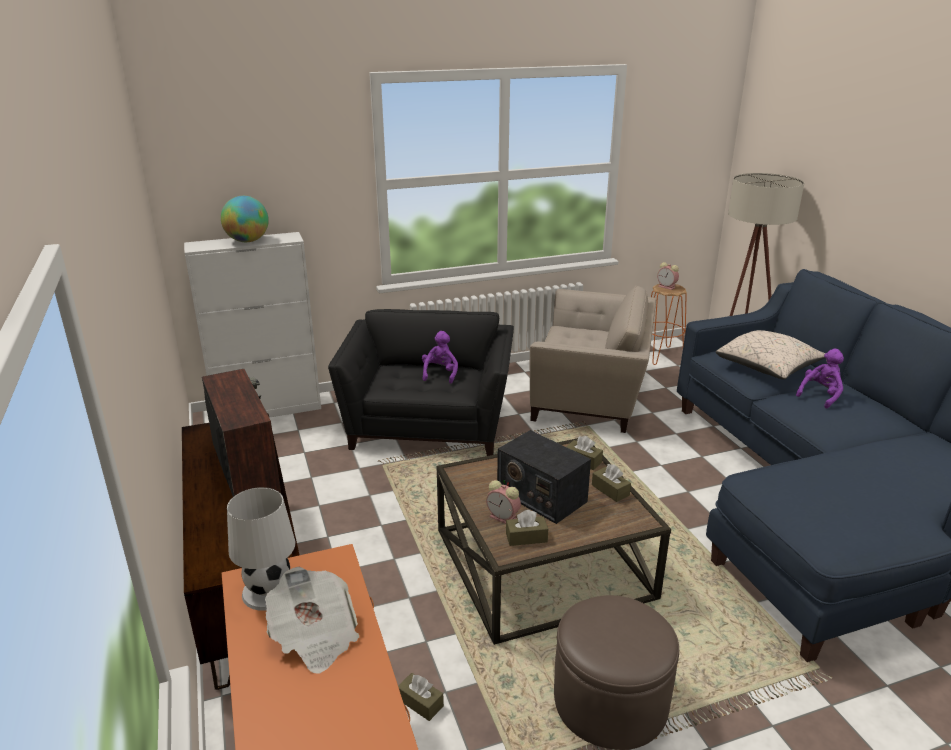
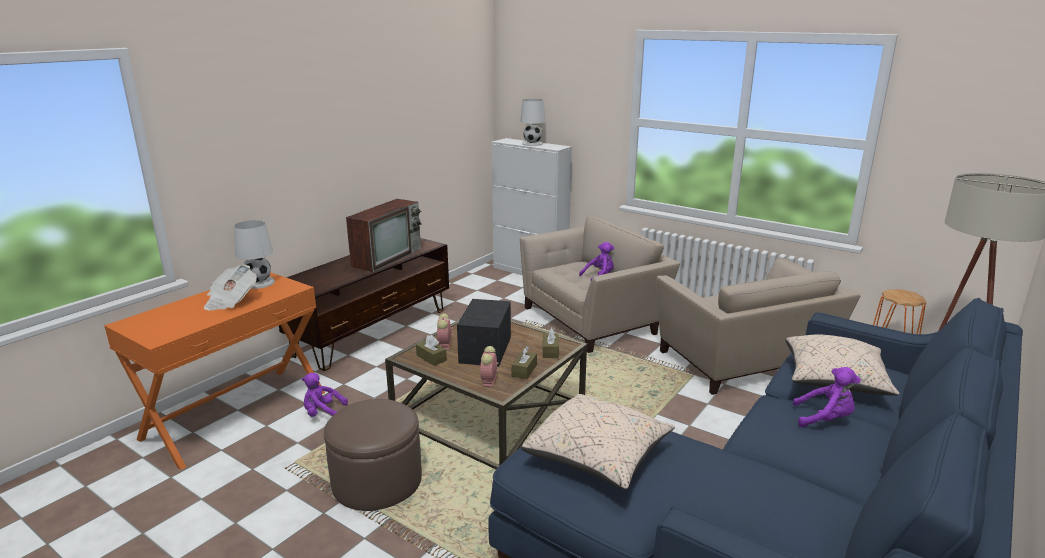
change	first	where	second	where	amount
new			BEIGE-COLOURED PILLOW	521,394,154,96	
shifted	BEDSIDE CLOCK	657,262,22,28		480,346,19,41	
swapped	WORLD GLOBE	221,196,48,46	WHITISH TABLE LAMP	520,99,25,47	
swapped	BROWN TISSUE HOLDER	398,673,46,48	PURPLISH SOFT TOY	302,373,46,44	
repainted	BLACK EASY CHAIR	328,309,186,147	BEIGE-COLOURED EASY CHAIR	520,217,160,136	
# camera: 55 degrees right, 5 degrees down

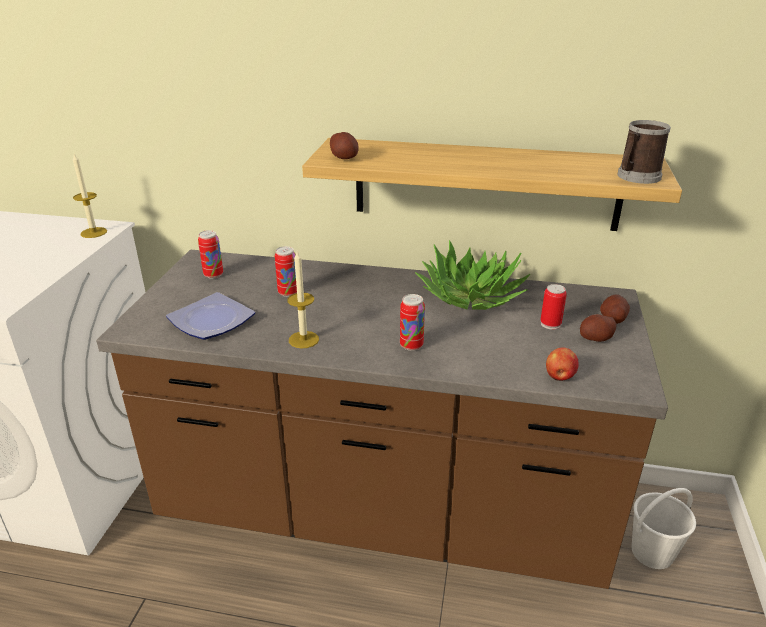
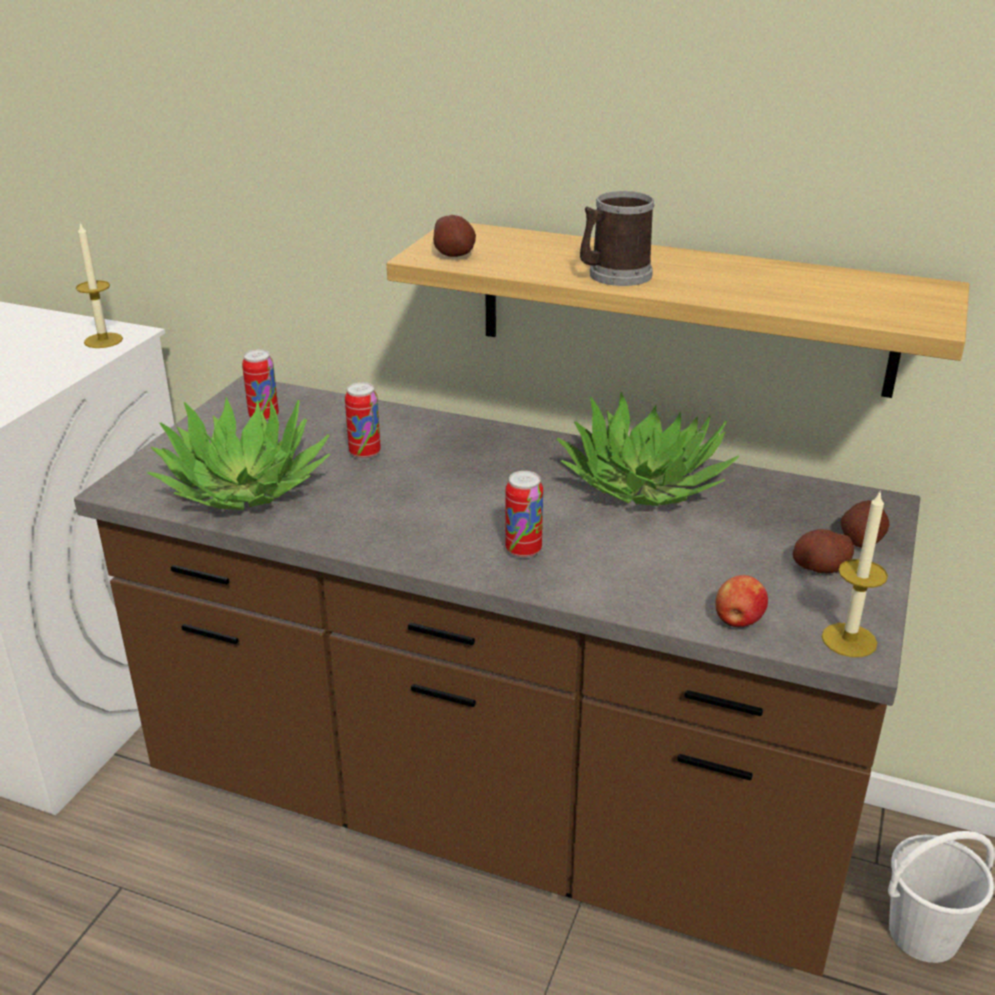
change	first	where	second	where	amount
gone	METAL CAN	540,284,27,46			
shifted	CANDLE	287,251,32,98		822,490,66,167	
shifted	TEA MUG	618,120,53,64		580,191,74,95	
swapped	DINNER PLATE	166,292,89,48	PLANT IN A POT	147,397,183,113	
# camera: 10 degrees right, 0 degrees up

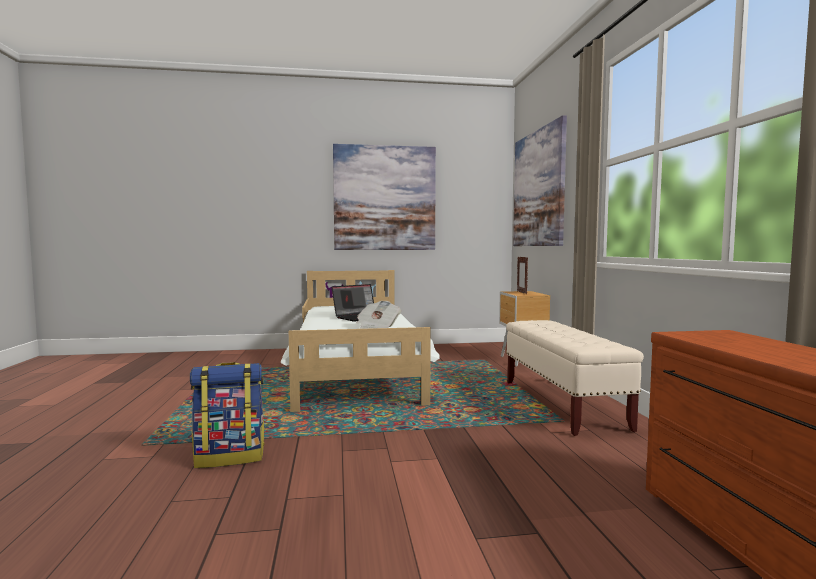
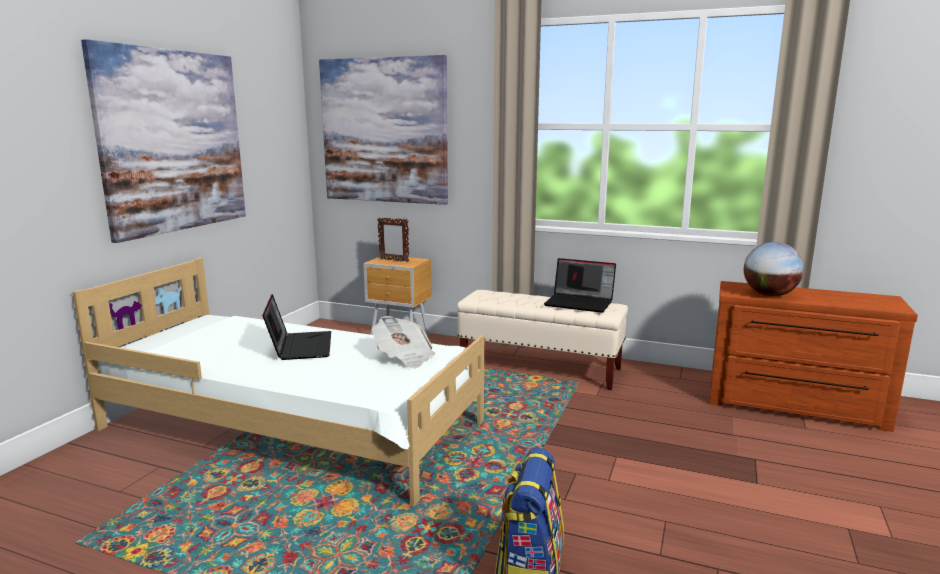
change	first	where	second	where	amount
new			NOTEBOOK COMPUTER	544,258,72,55	
new			WORLD GLOBE	744,242,60,54	
# camera: 60 degrees left, 10 degrees up

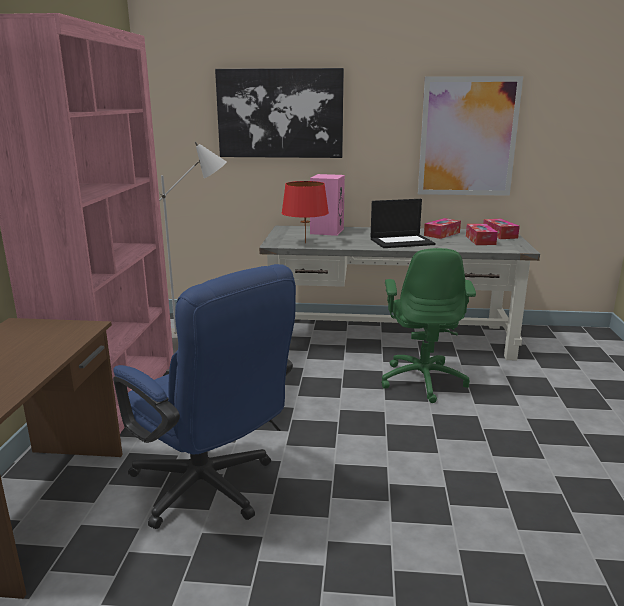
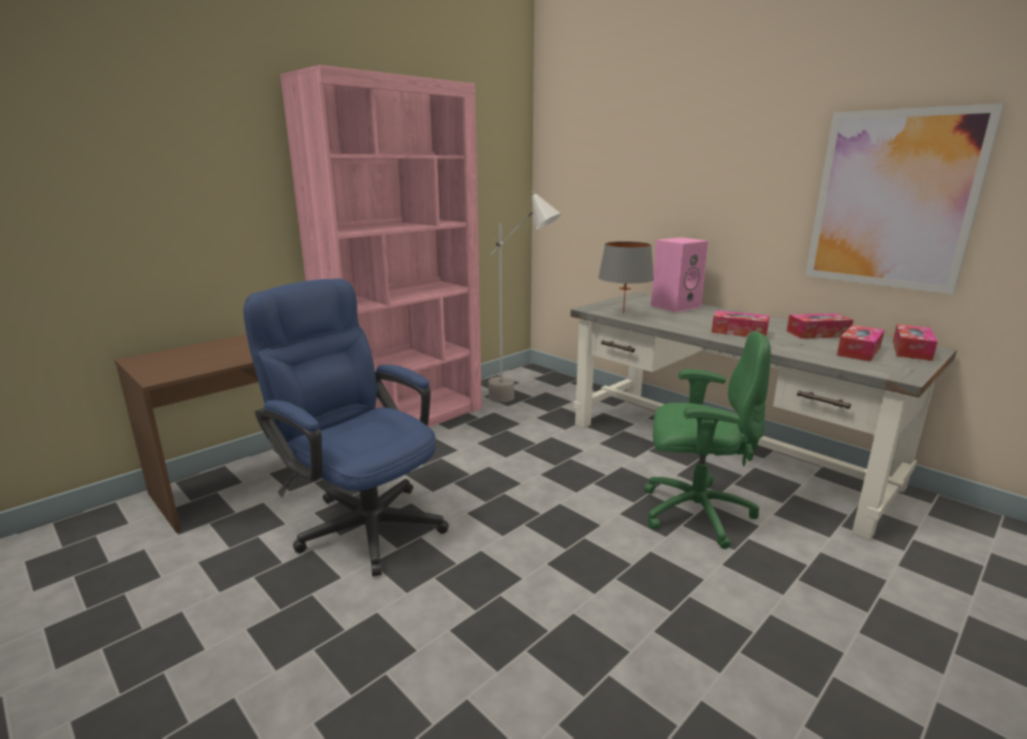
change	first	where	second	where	amount
gone	WALL PICTURE	215,68,129,90			
swapped	NOTEBOOK COMPUTER	371,199,64,49	TISSUE HOLDER	711,310,59,27	
repainted	REDDISH TABLE LAMP	282,181,47,62	GRAY TABLE LAMP	598,241,56,73	
rotated	BLUE-COLOURED COMPUTER CHAIR	113,264,183,265		243,278,206,298	135 degrees clockwise
rotated	GREEN COMPUTER CHAIR	381,248,95,155		644,331,127,218	120 degrees counterclockwise
# camera: 40 degrees right, 0 degrees up

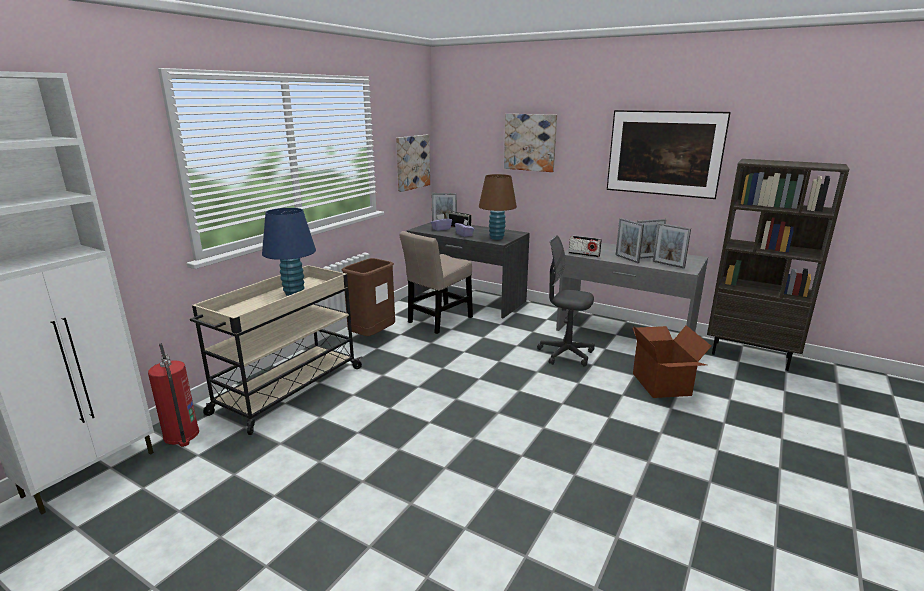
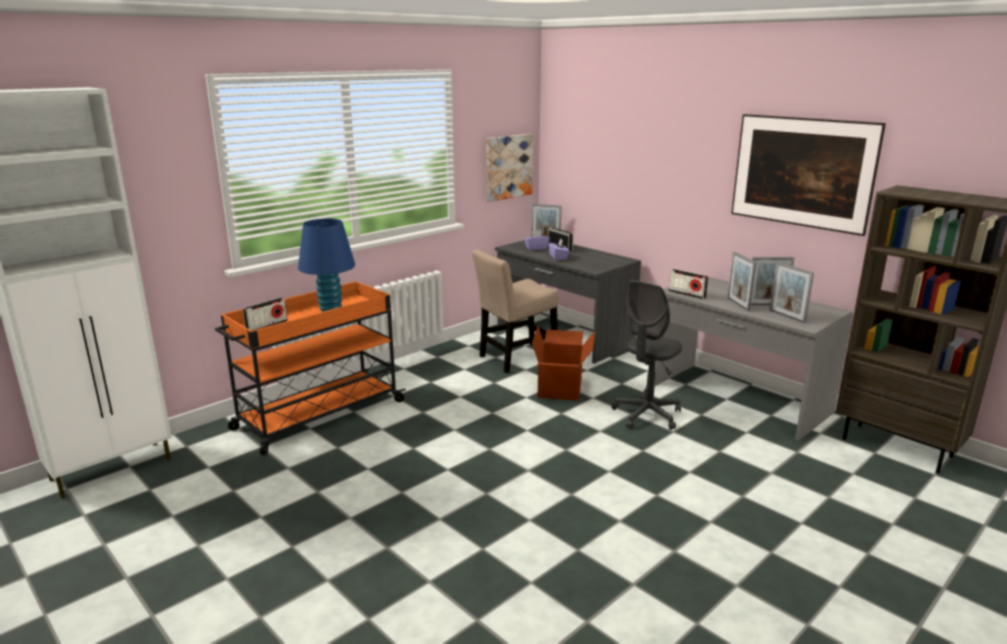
change	first	where	second	where	amount
gone	FIRE-FIGHTING CYLINDER	148,343,51,104			
gone	BROWN TRASH CAN	341,258,54,78			
gone	BROWN TABLE LAMP	479,174,38,66			
gone	WALL PICTURE	504,114,53,58			
new			RADIO RECEIVER	243,298,44,33	
shifted	CARDBOARD BOX	633,325,79,73		532,326,63,75	
repainted	BEIGE-COLOURED CART	190,265,173,170	ORANGE CART	215,281,191,174	
rotated	GRAY COMPUTER CHAIR	537,235,58,132		612,280,70,150	90 degrees counterclockwise
# camera: 15 degrees right, 0 degrees up

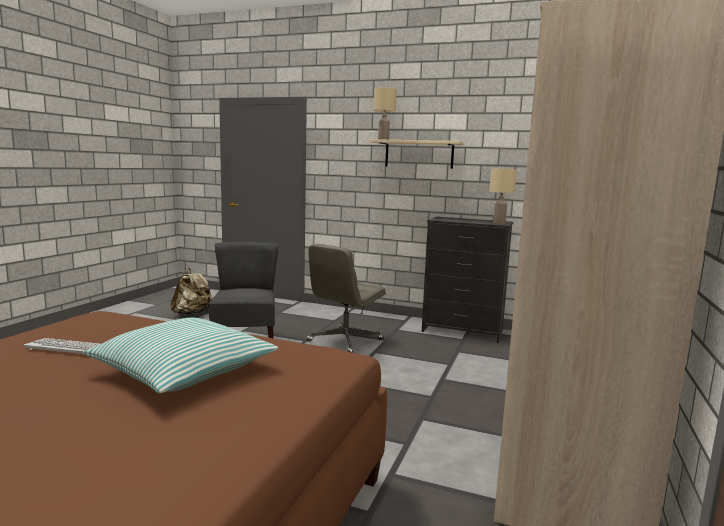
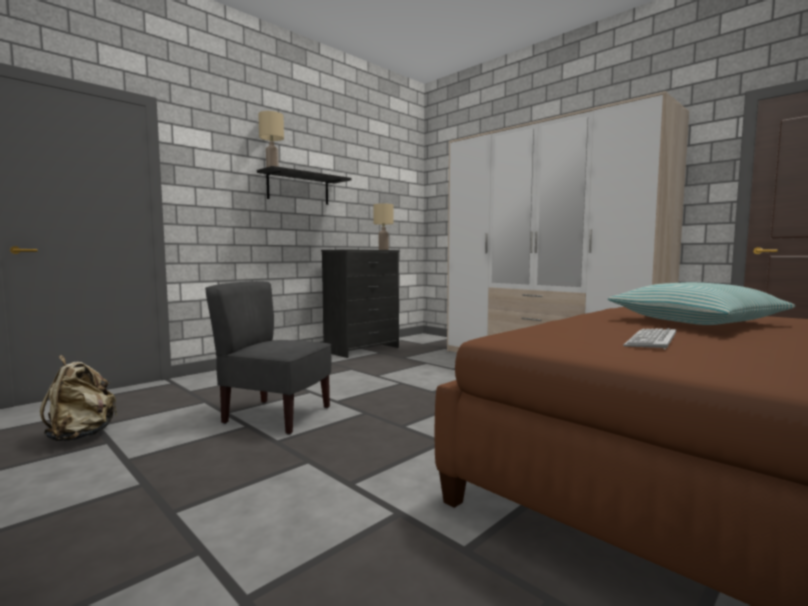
change	first	where	second	where	amount
gone	GRAY COMPUTER CHAIR	307,244,79,109			
repainted	BEIGE-COLOURED WALL SHELF	368,139,96,30	BLACK WALL SHELF	257,166,94,39	
# camera: 65 degrees left, 5 degrees down

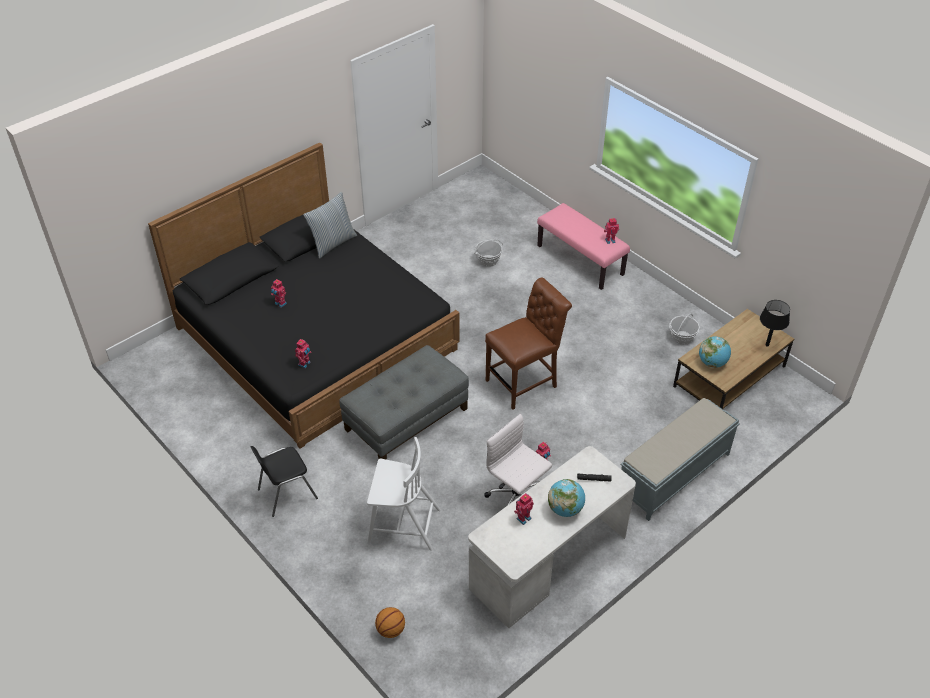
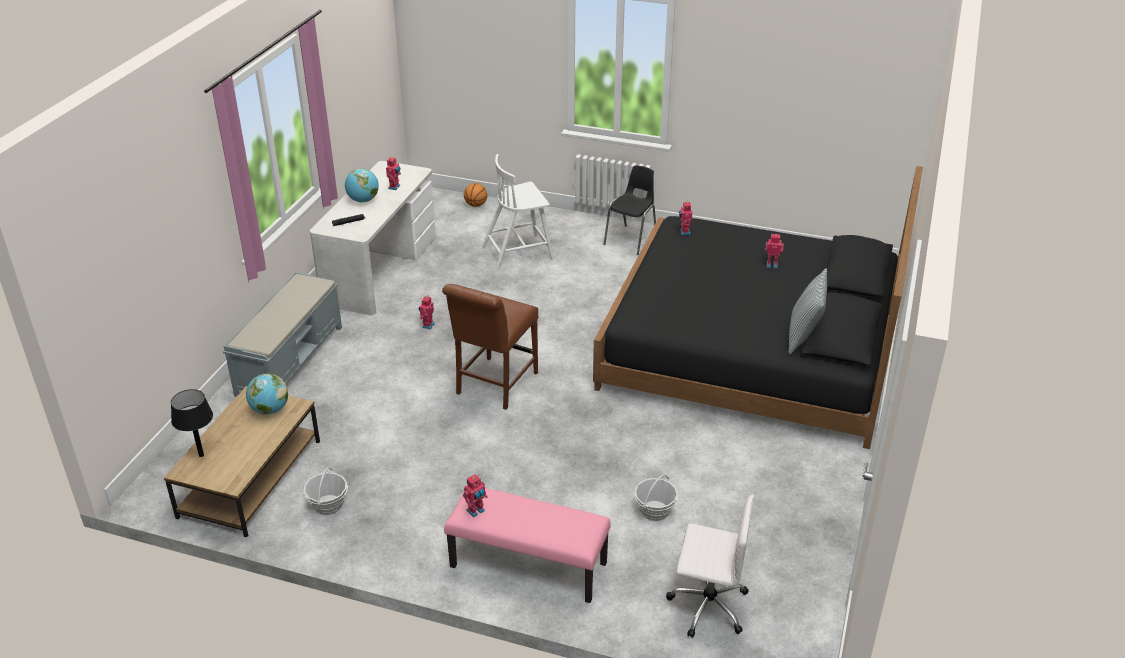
change	first	where	second	where	amount
gone	GRAY OTTOMAN	340,345,129,115			
shifted	WHITISH COMPUTER CHAIR	484,414,68,92		666,494,89,144	
# camera: 150 degrees right, 10 degrees down

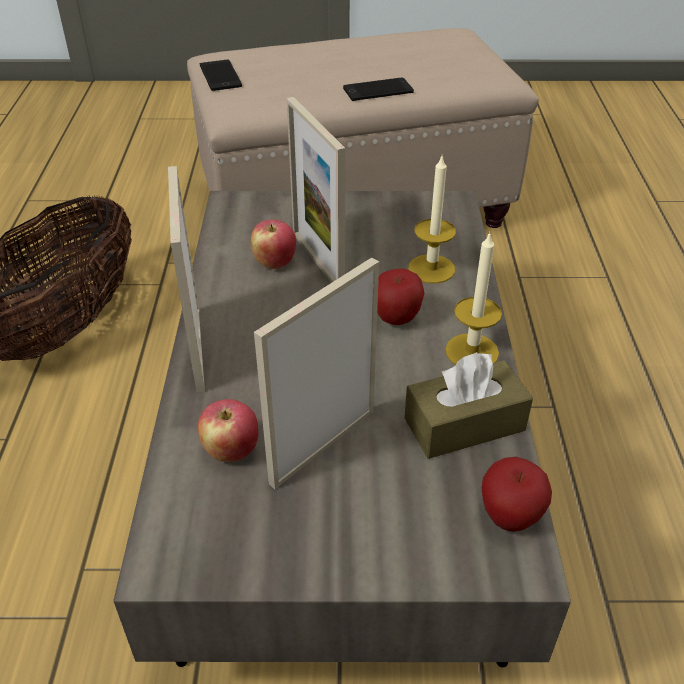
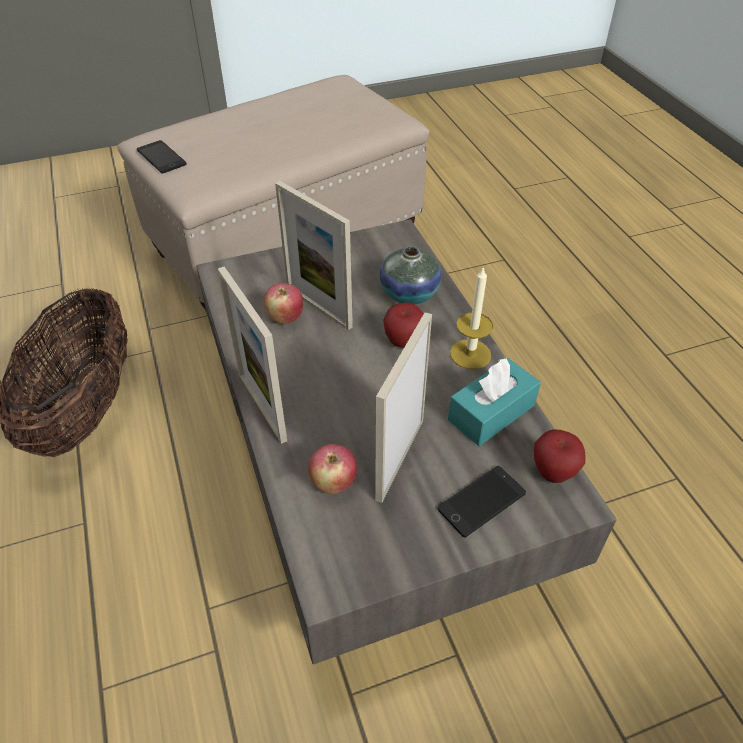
change	first	where	second	where	amount
shifted	HANDSET	343,78,71,23		438,466,88,72	
swapped	CANDLE	408,156,48,128	VASE	380,247,62,58	
repainted	BROWN TISSUE HOLDER	404,352,129,107	BLUE-GREEN TISSUE HOLDER	448,357,93,89	
# camera: 20 degrees left, 5 degrees up

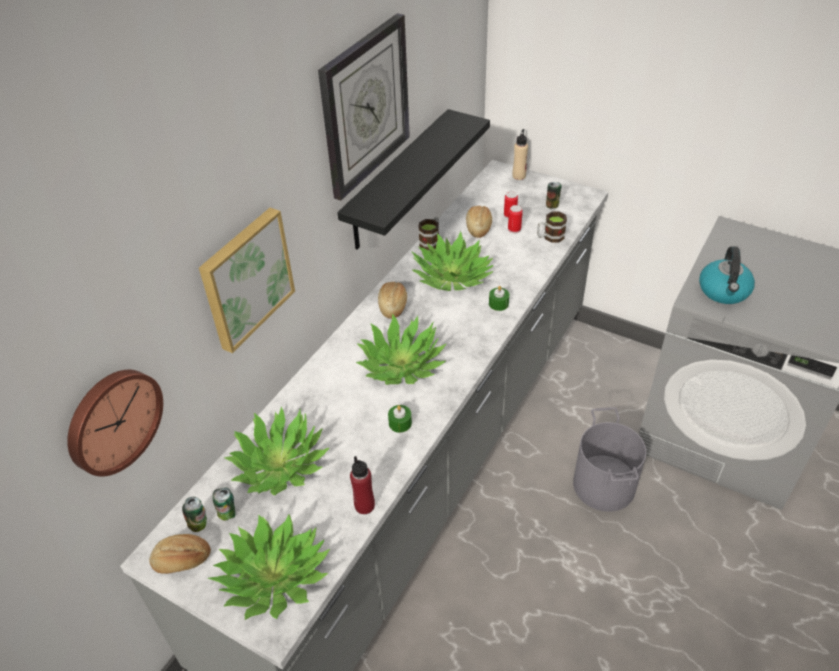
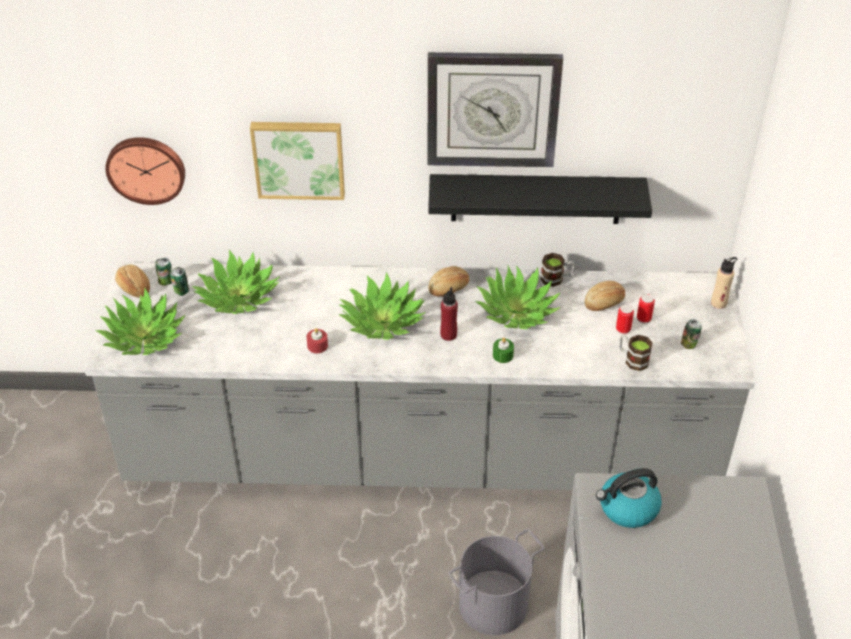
change	first	where	second	where	amount
shifted	REDDISH DRINK BOTTLE	350,456,25,58		440,287,18,54	
repainted	GREEN CANDLE	388,405,24,28	REDDISH CANDLE	306,328,22,25	
# camera: 60 degrees right, 0 degrees up

